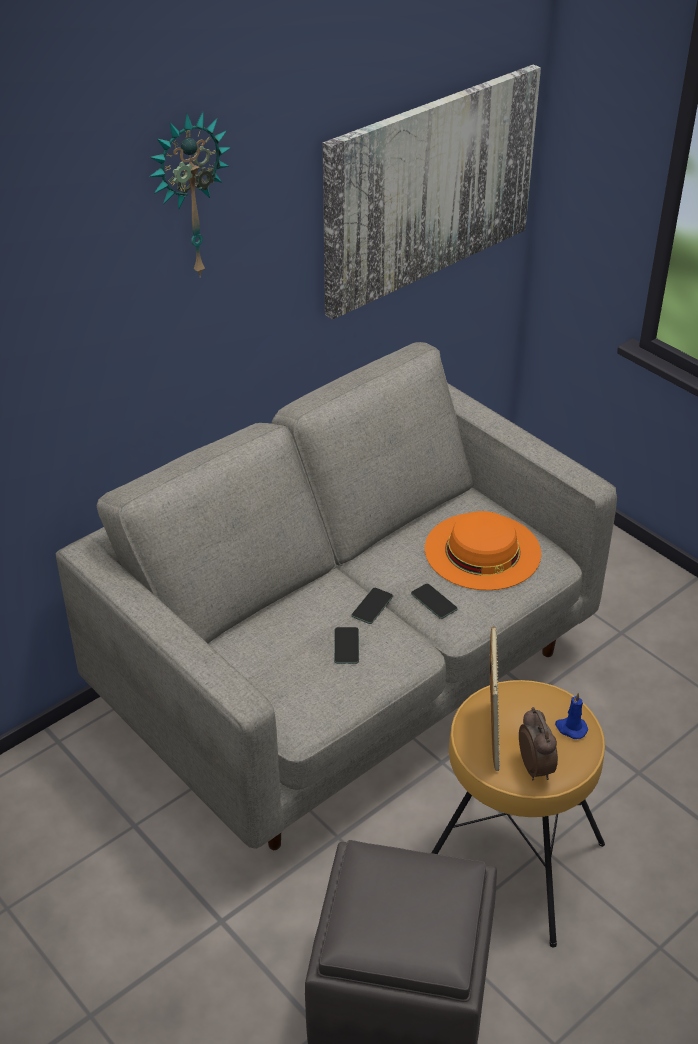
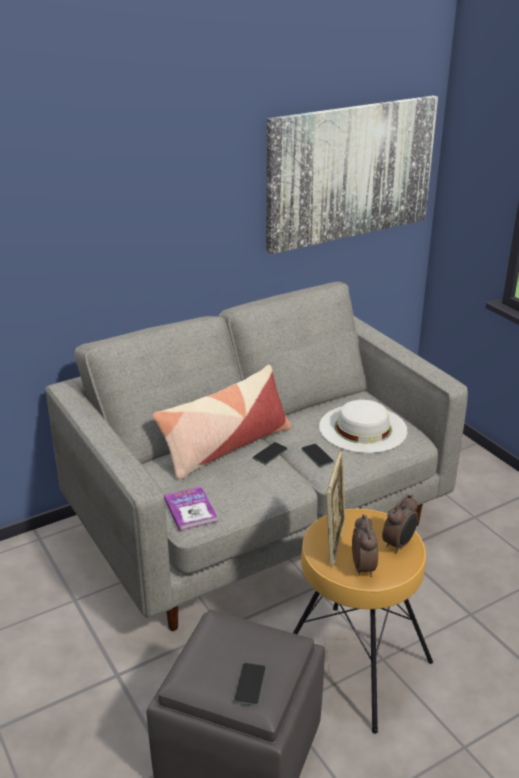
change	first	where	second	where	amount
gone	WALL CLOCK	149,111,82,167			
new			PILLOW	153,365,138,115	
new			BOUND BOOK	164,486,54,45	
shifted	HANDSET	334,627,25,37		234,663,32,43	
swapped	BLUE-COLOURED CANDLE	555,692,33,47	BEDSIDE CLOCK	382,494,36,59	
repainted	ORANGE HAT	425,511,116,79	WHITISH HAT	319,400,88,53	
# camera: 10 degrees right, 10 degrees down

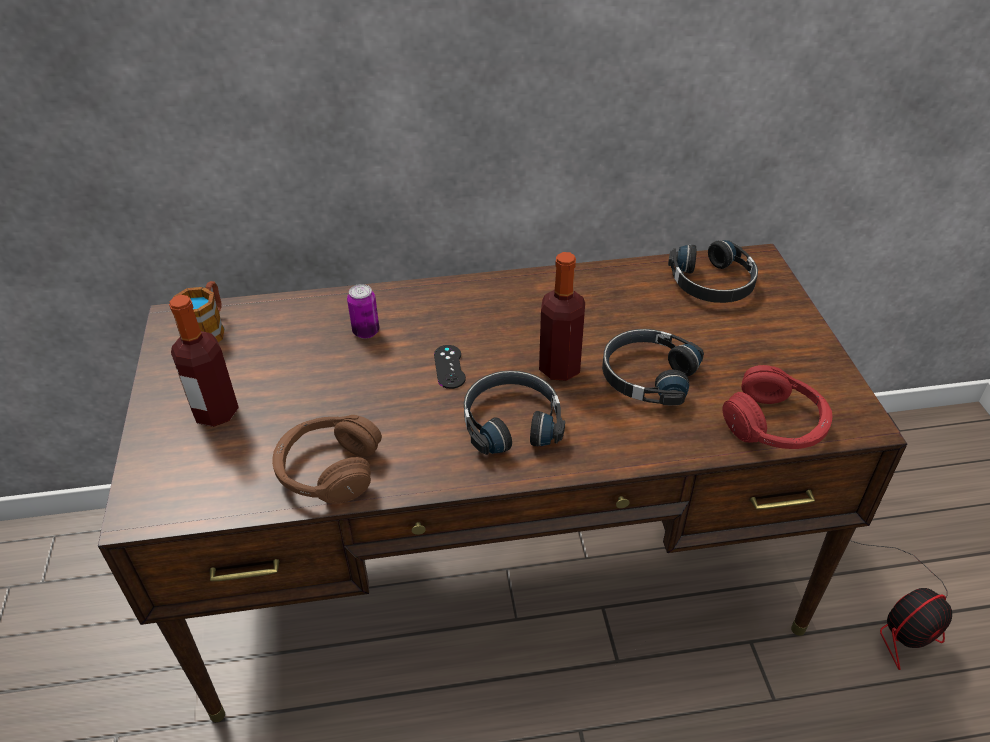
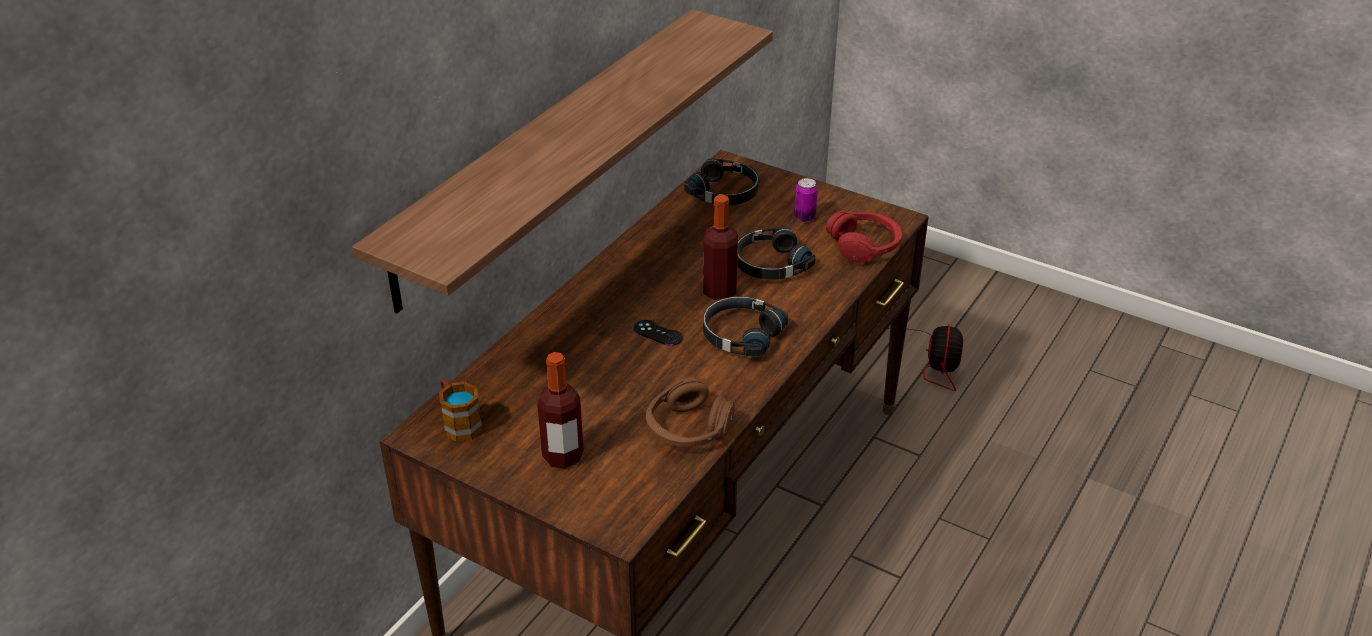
change	first	where	second	where	amount
new			WALL SHELF	352,9,421,304	
shifted	METAL CAN	347,284,32,55		794,178,24,44	
# camera: 50 degrees left, 5 degrees down

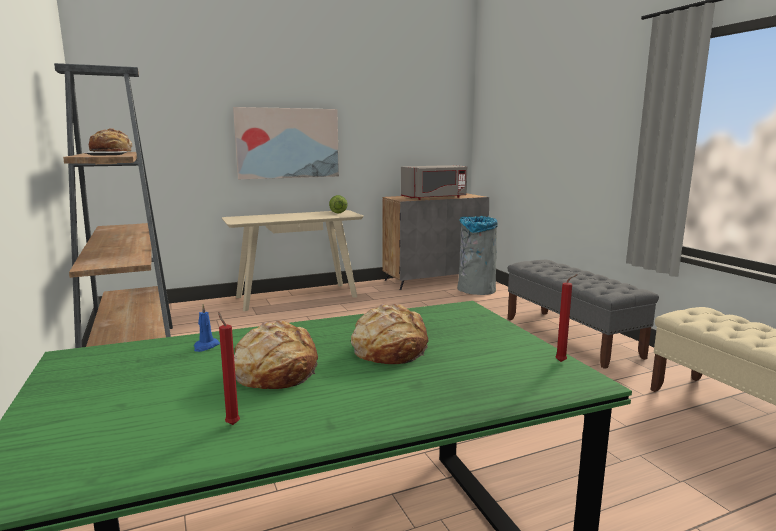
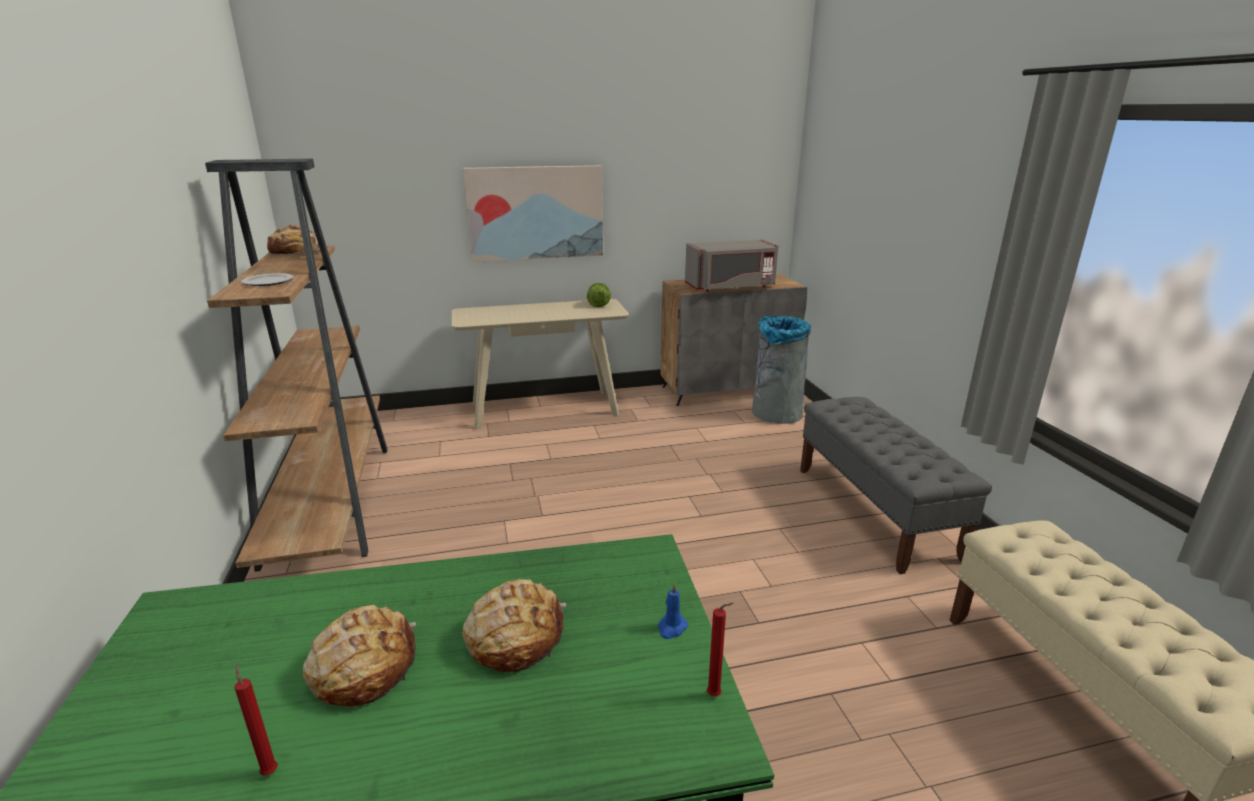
change	first	where	second	where	amount
shifted	BLUE-COLOURED CANDLE	194,304,26,48		658,583,30,56	
# camera: 10 degrees right, 10 degrees up

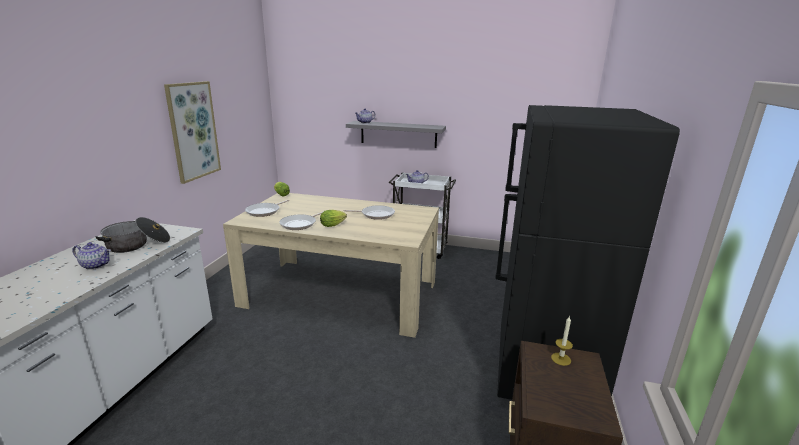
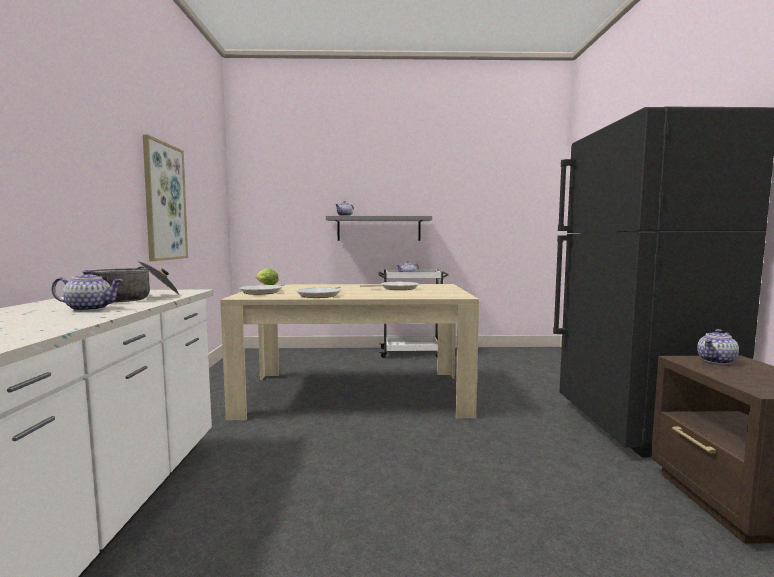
change	first	where	second	where	amount
gone	HEAD OF LETTUCE	320,210,27,17			
swapped	CANDLE	551,316,22,50	POT FOR TEA	697,329,42,35	
# camera: 15 degrees left, 15 degrees down

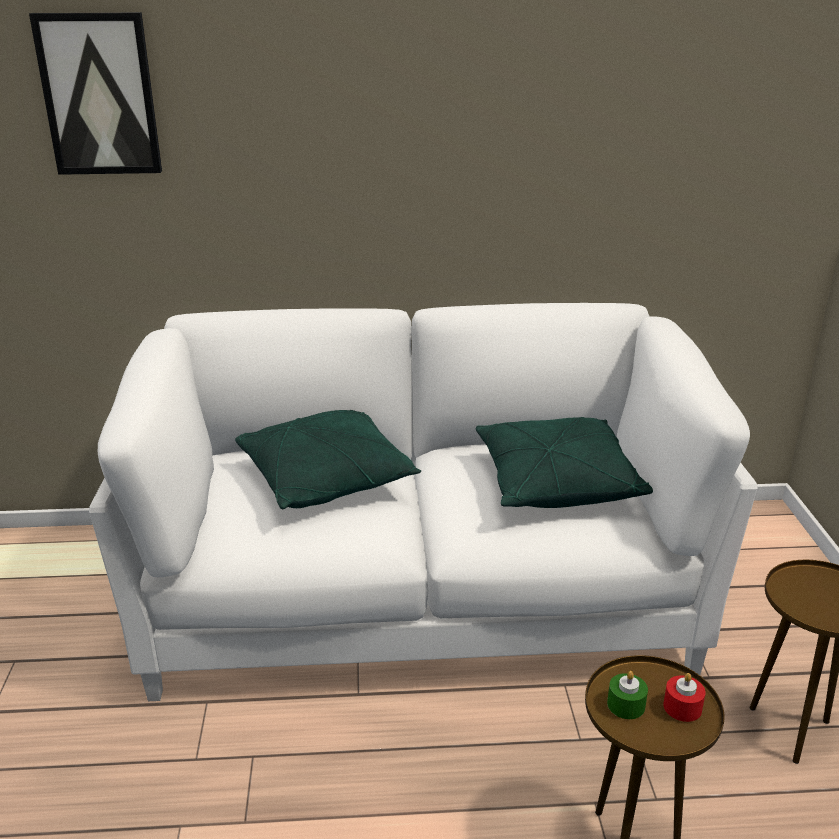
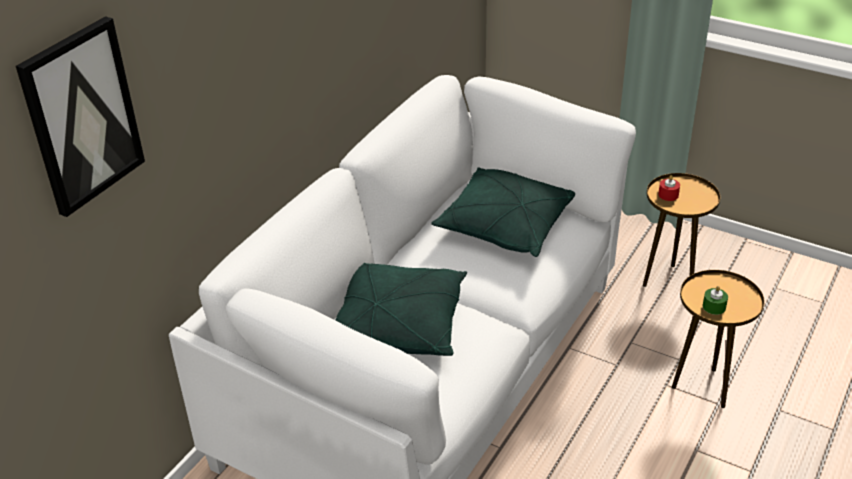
change	first	where	second	where	amount
shifted	REDDISH CANDLE	663,673,43,49		658,175,22,26	
# camera: 55 degrees left, 10 degrees up

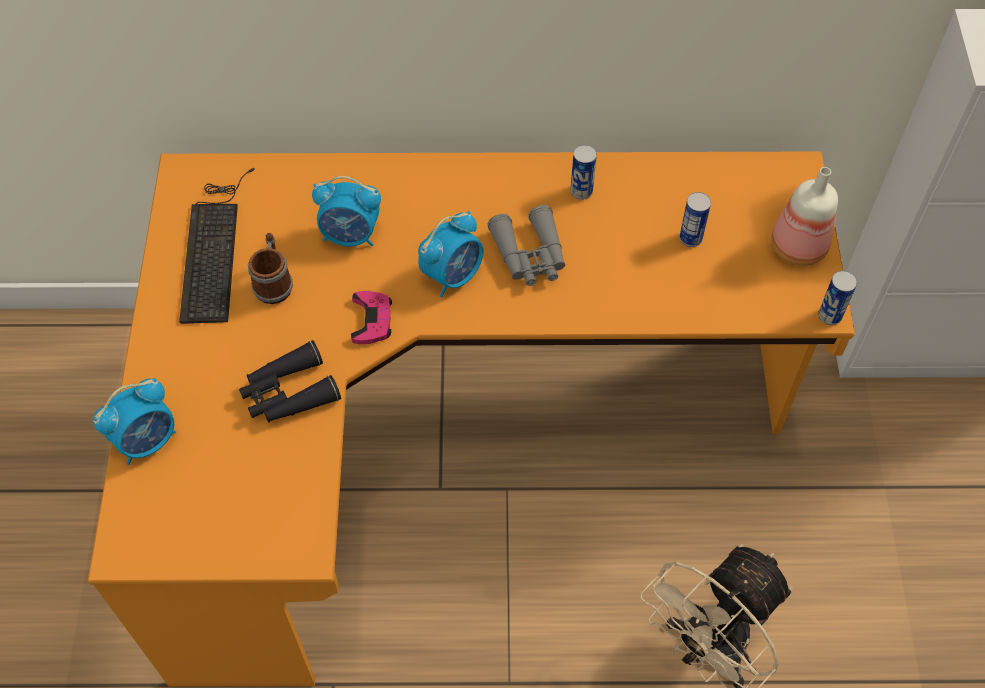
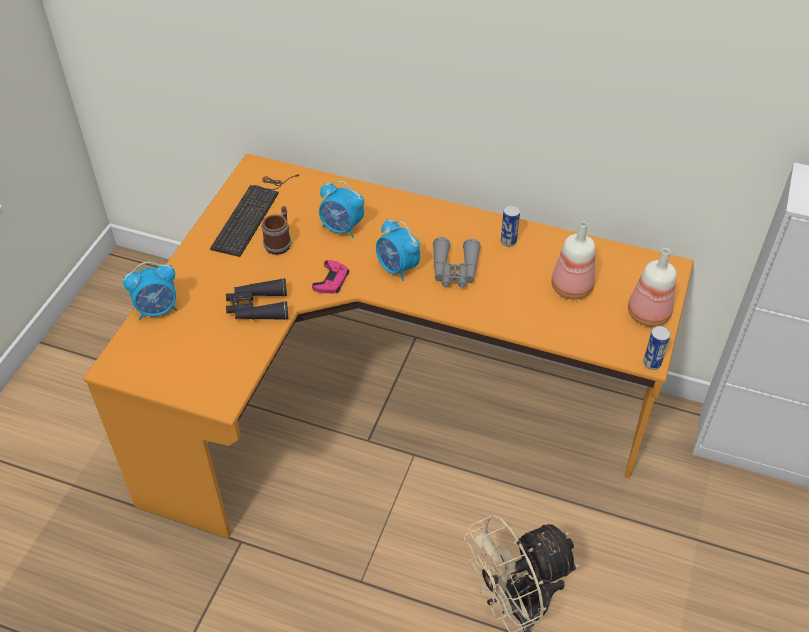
change	first	where	second	where	amount
swapped	METAL CAN	680,192,31,55	DRINK BOTTLE	551,221,44,79	
rotated	BEDSIDE CLOCK	418,211,65,86		376,219,44,62	75 degrees clockwise
# camera: 20 degrees right, 10 degrees down

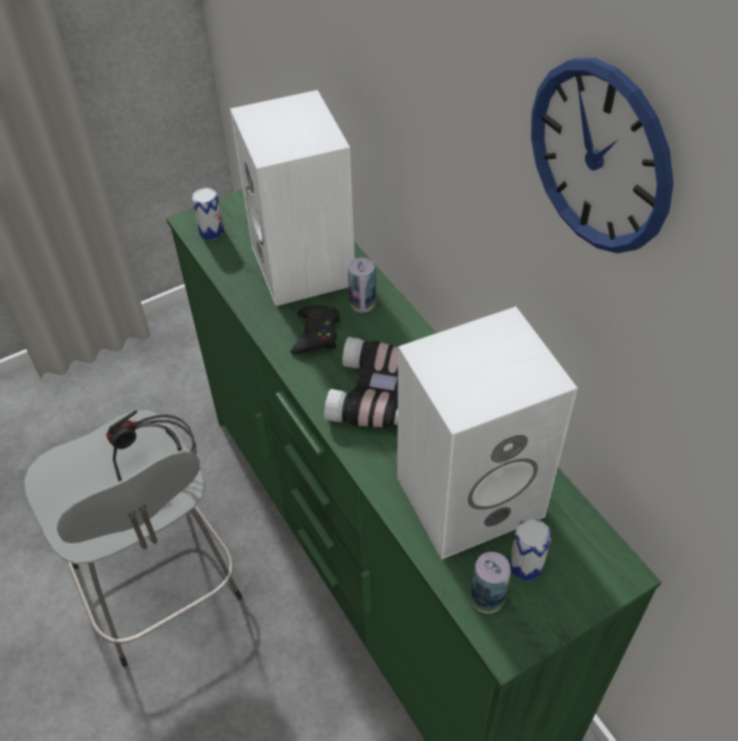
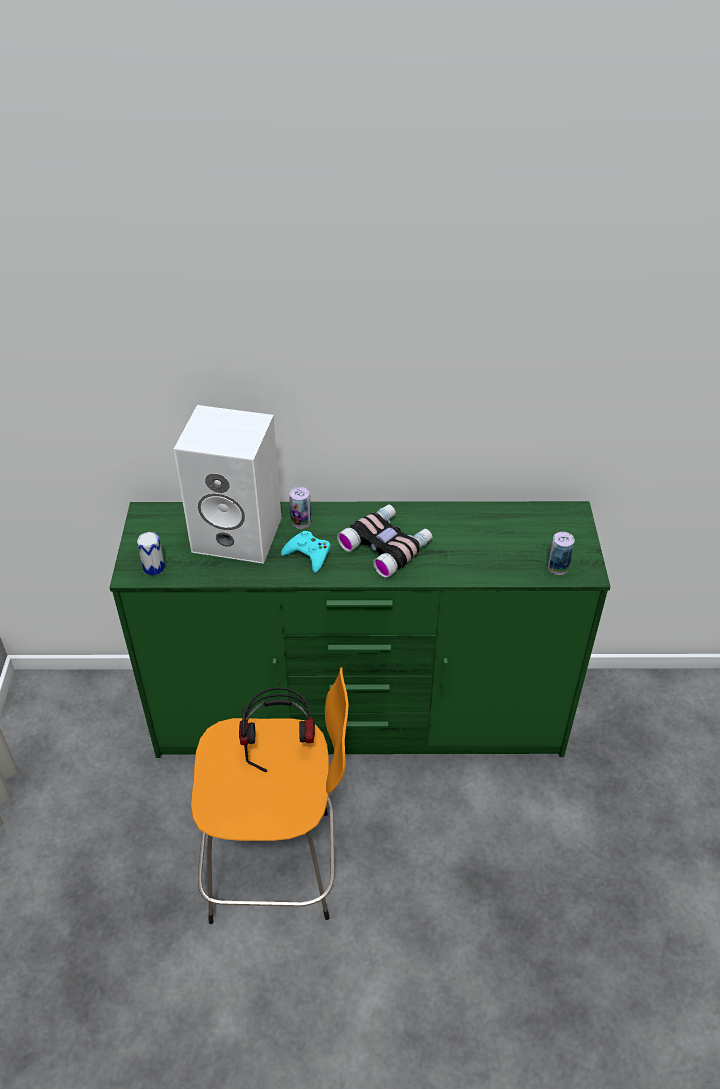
change	first	where	second	where	amount
gone	WHITISH AUDIO SPEAKER	397,306,181,254			
gone	METAL CAN	509,518,43,62			
gone	WALL CLOCK	531,58,143,195			
repainted	GRAY STOOL	24,410,218,257	ORANGE STOOL	191,667,158,257	
repainted	BLACK GAME CONTROLLER	290,305,50,50	BLUE-GREEN GAME CONTROLLER	281,531,49,42	
# camera: 60 degrees left, 5 degrees down

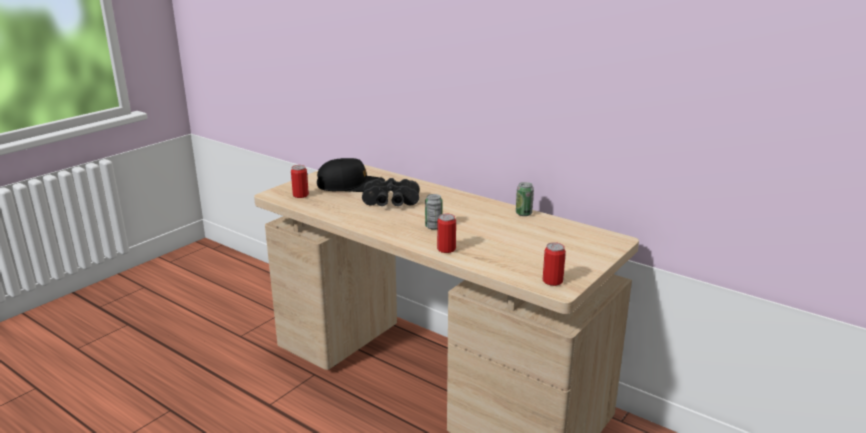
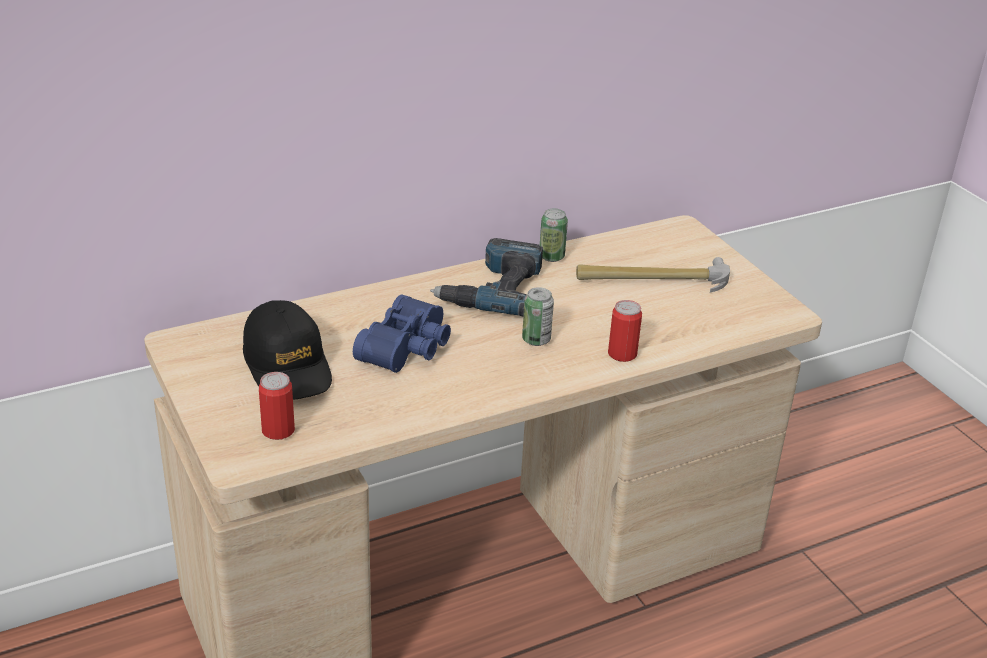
change	first	where	second	where	amount
gone	METAL CAN	543,242,23,44			
new			POWER DRILL	430,238,113,78	
new			TOOL HAMMER	576,257,154,36	
repainted	BLACK FIELD GLASSES	362,178,57,28	BLUE-COLOURED FIELD GLASSES	353,295,98,78	
rotated	BLACK CAP	317,158,68,34		243,300,89,100	135 degrees clockwise
# camera: 65 degrees left, 10 degrees up

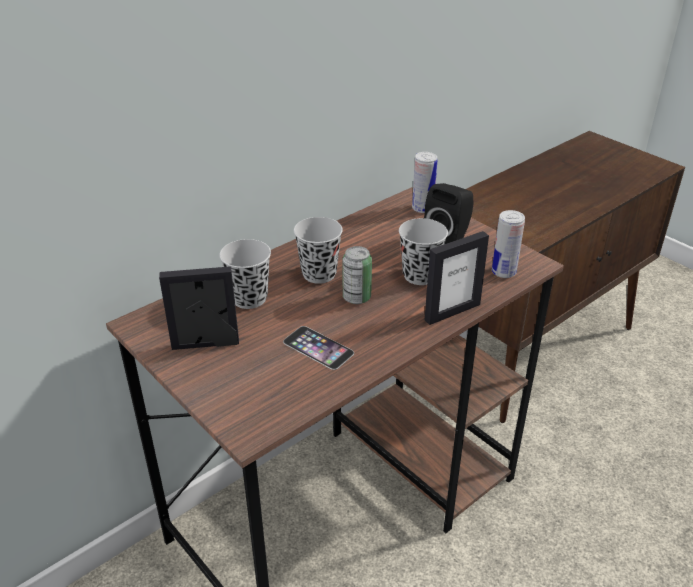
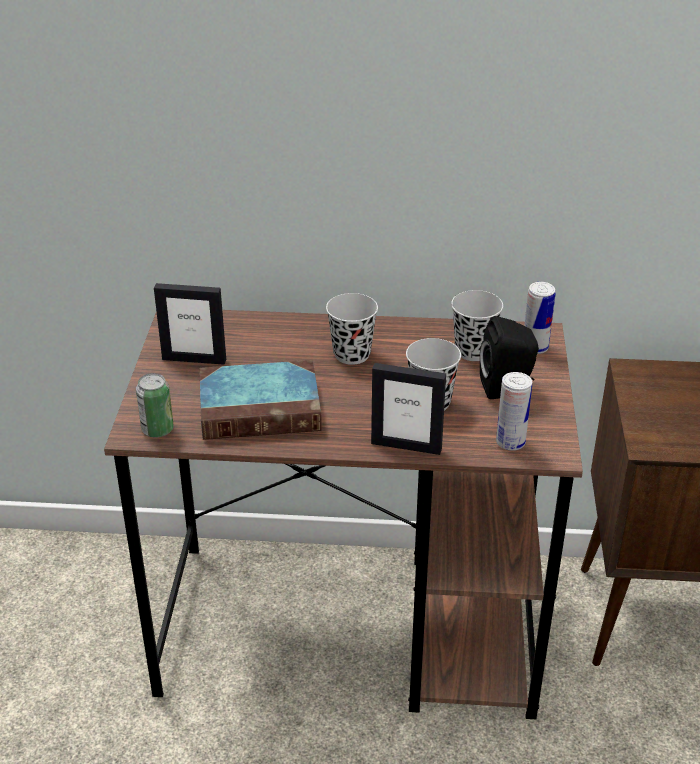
change	first	where	second	where	amount
shifted	BLACK CUP	219,239,52,70		451,290,52,71	
shifted	METAL CAN	343,246,29,58		136,373,38,65	
swapped	HANDSET	283,326,71,44	BOUND BOOK	200,360,122,80	
rotated	PICTURE FRAME	159,266,80,84		154,283,72,82	150 degrees clockwise
# camera: 45 degrees right, 0 degrees up

